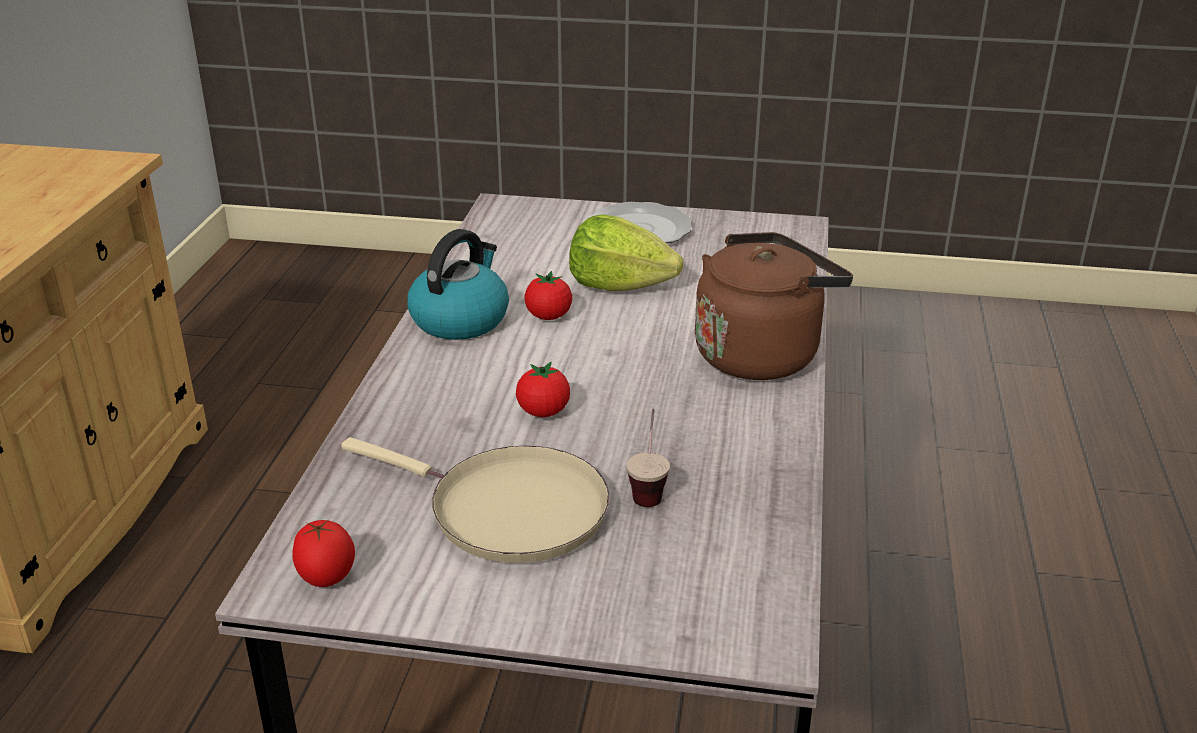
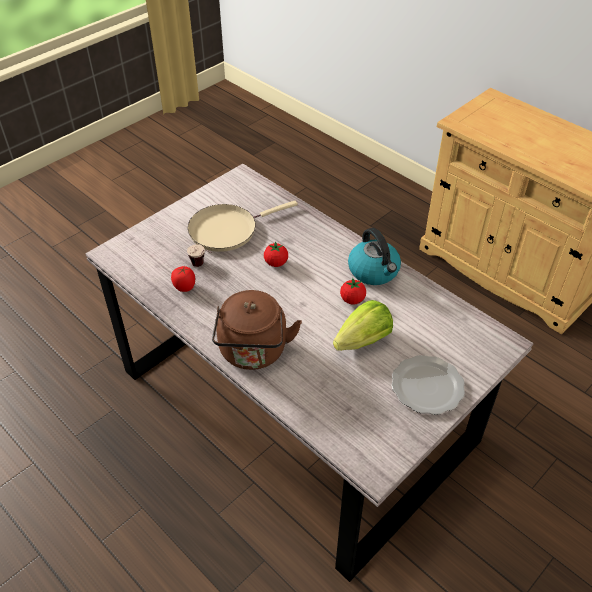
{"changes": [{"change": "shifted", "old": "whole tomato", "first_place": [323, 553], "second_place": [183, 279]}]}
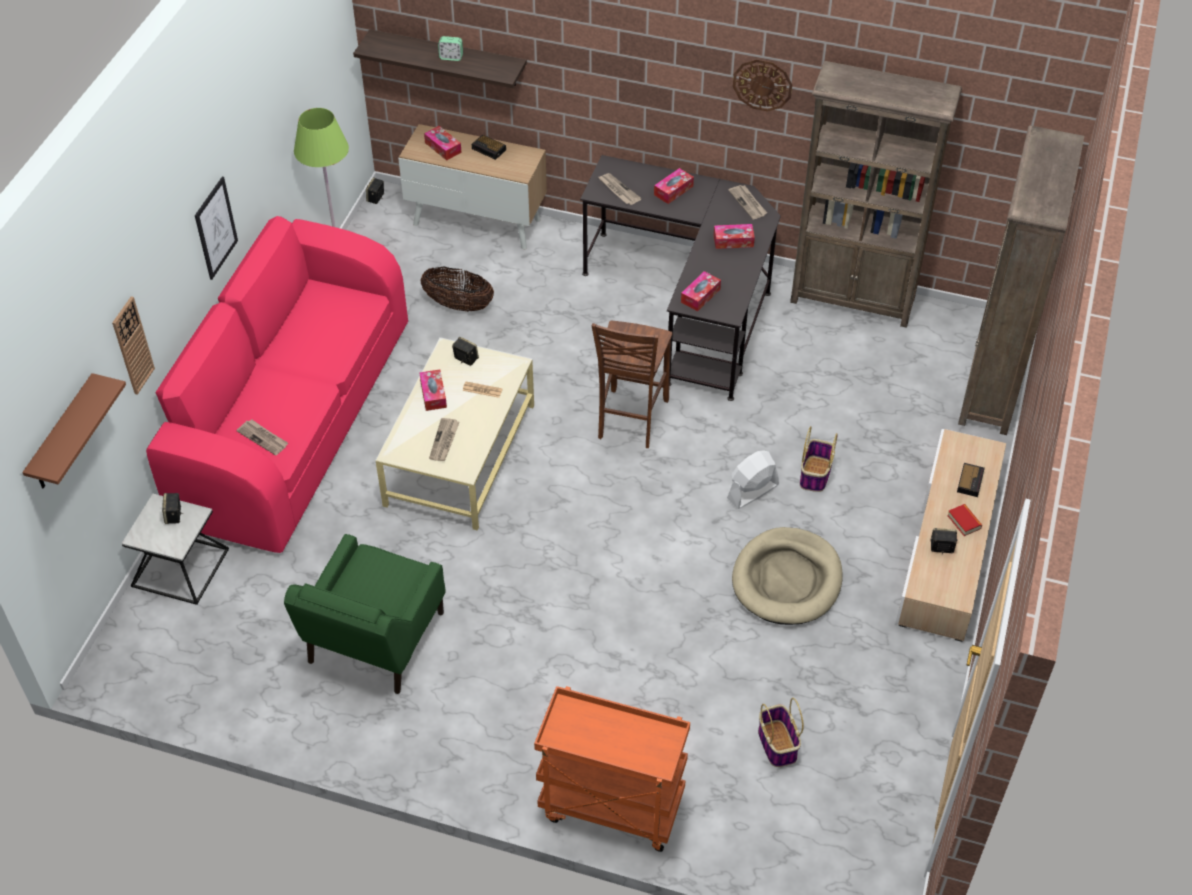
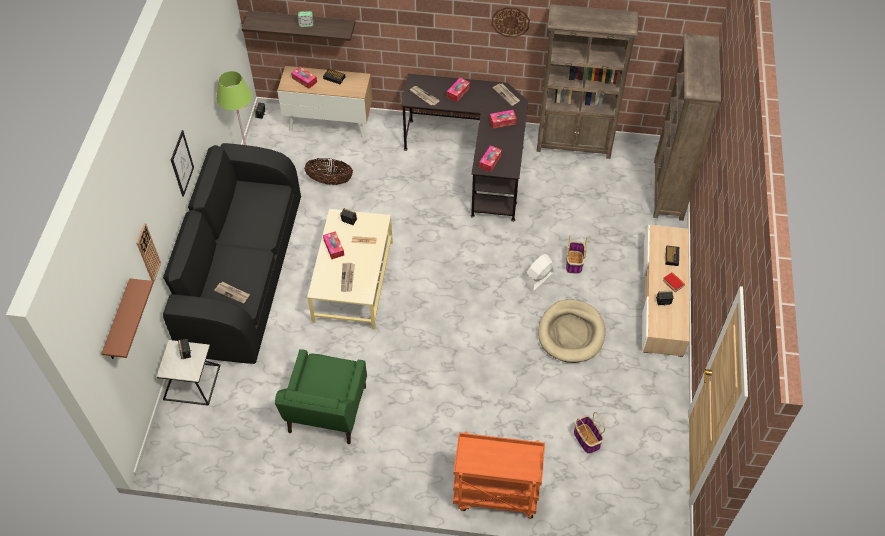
{"changes": [{"change": "gone", "old": "brown-coloured chair", "first_place": [632, 384]}, {"change": "repainted", "old": "pink-coloured settee", "new": "blackish settee", "first_place": [277, 384], "second_place": [232, 253]}]}
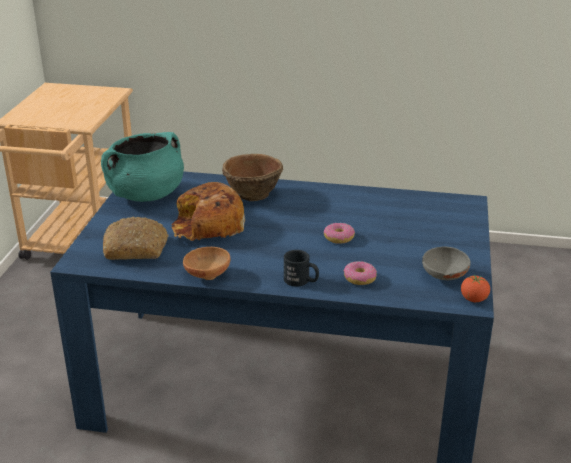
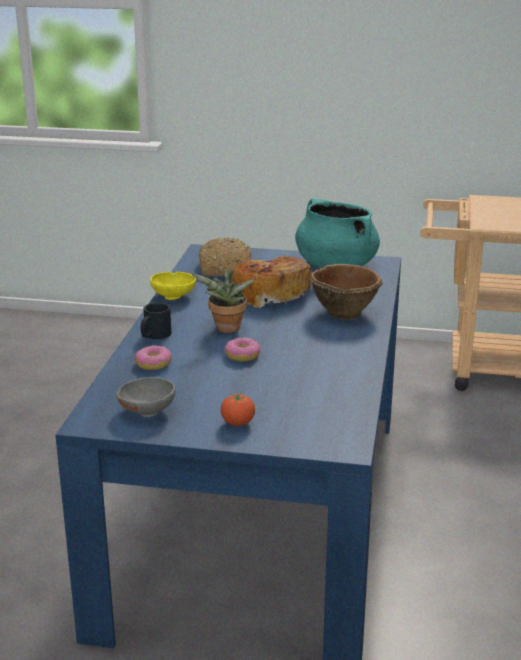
{"changes": [{"change": "new", "new": "plant in a pot", "second_place": [223, 300]}, {"change": "shifted", "old": "whole tomato", "first_place": [475, 288], "second_place": [238, 409]}, {"change": "repainted", "old": "brown-coloured serving bowl", "new": "yellow serving bowl", "first_place": [207, 263], "second_place": [173, 286]}]}
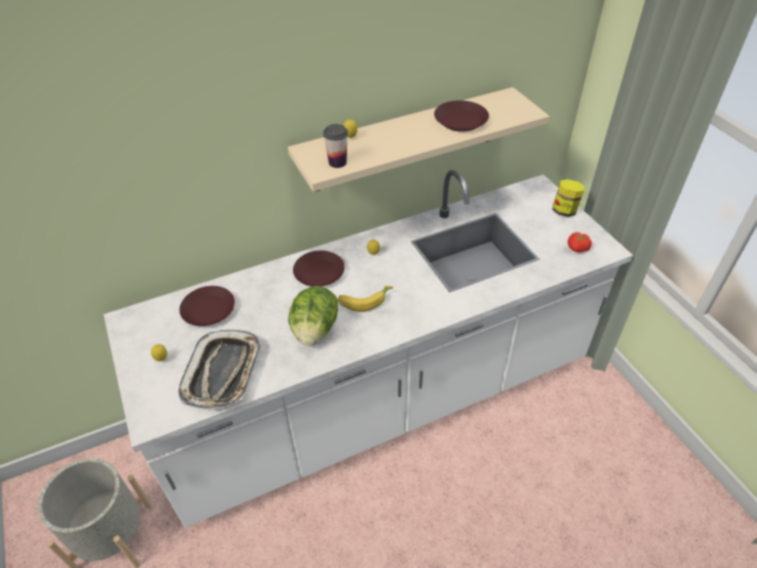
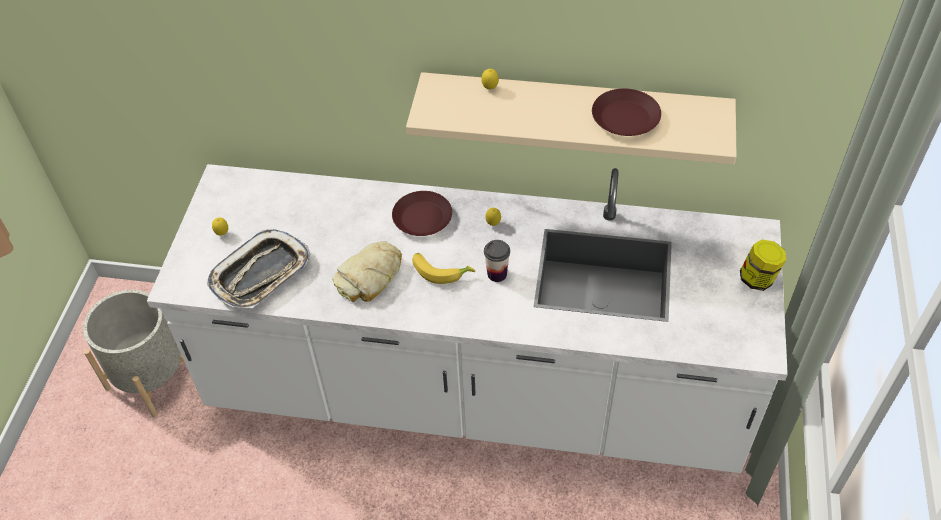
{"changes": [{"change": "gone", "old": "brown-coloured dinner plate", "first_place": [207, 306]}, {"change": "gone", "old": "whole tomato", "first_place": [580, 242]}, {"change": "shifted", "old": "cup", "first_place": [335, 146], "second_place": [497, 261]}, {"change": "swapped", "old": "head of lettuce", "new": "baked bread", "first_place": [313, 316], "second_place": [367, 271]}]}
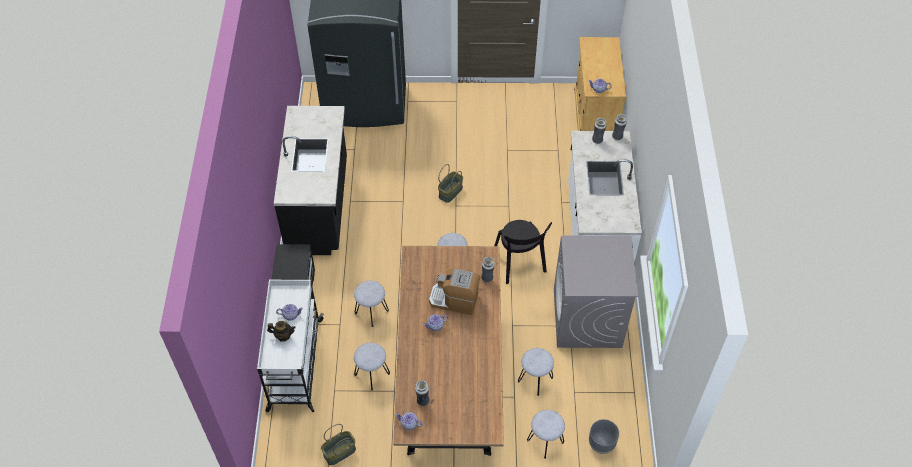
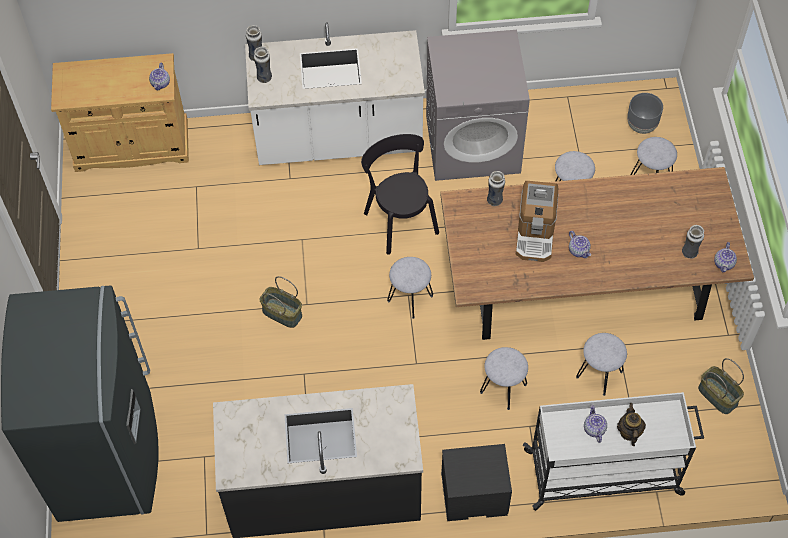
{"changes": [{"change": "rotated", "old": "blackish chair", "first_place": [523, 252], "second_place": [400, 194], "degrees": -90}]}
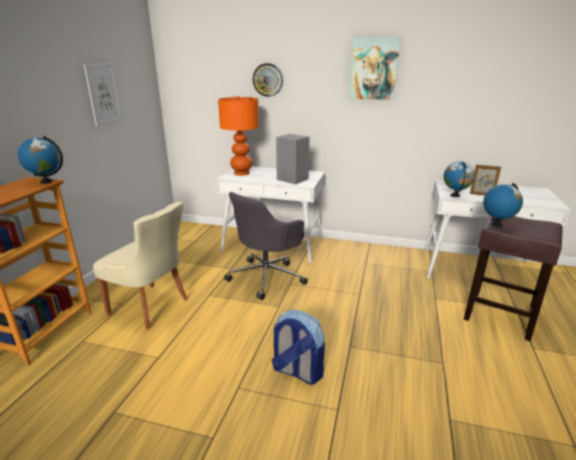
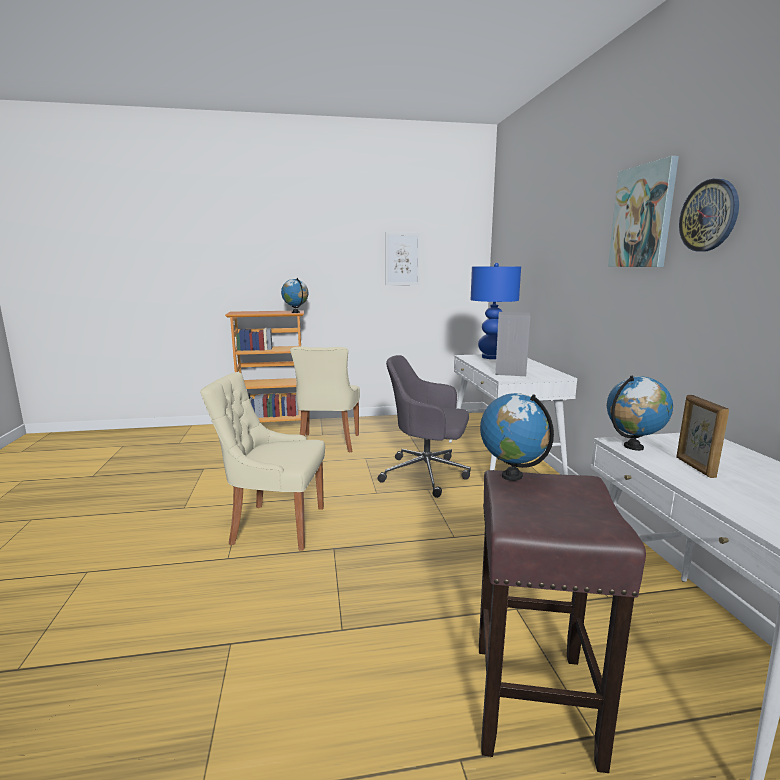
{"changes": [{"change": "shifted", "old": "hanging clock", "first_place": [268, 80], "second_place": [709, 215]}, {"change": "swapped", "old": "backpack", "new": "sand-coloured chair", "first_place": [298, 347], "second_place": [262, 461]}, {"change": "repainted", "old": "orange tabletop lamp", "new": "blue tabletop lamp", "first_place": [238, 135], "second_place": [496, 311]}]}
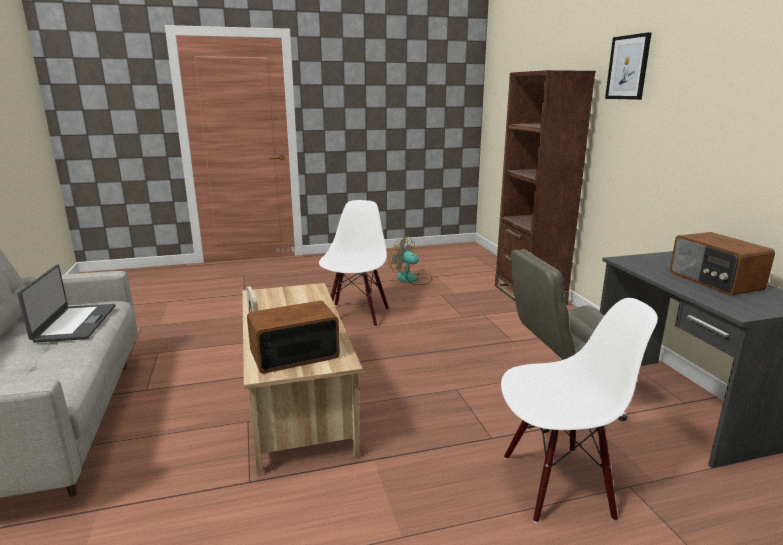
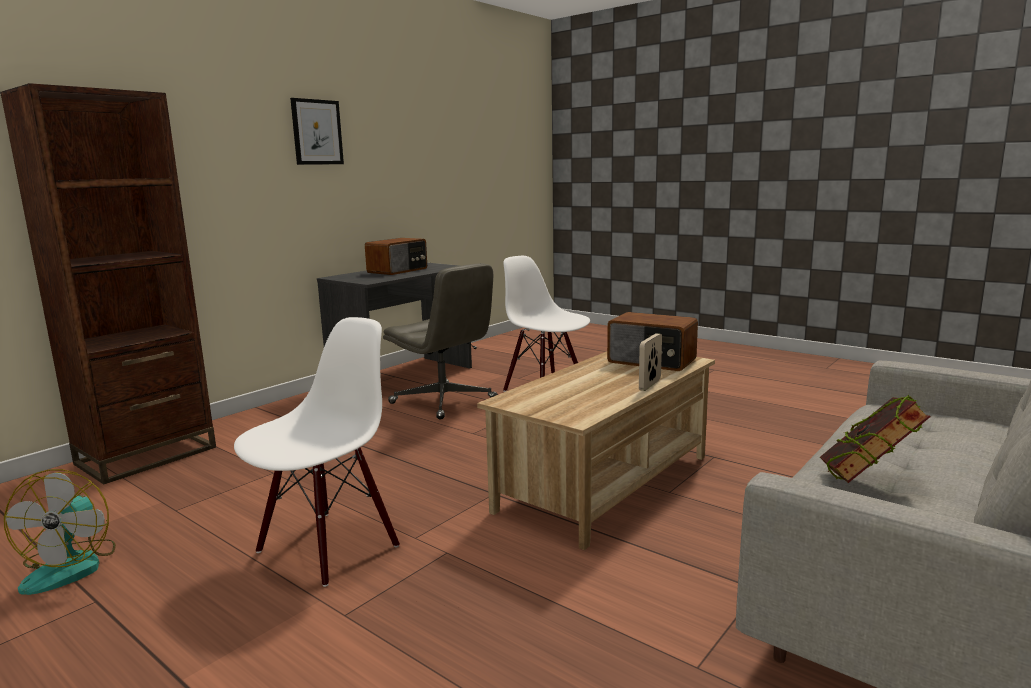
{"changes": [{"change": "shifted", "old": "picture", "first_place": [628, 66], "second_place": [317, 131]}, {"change": "swapped", "old": "laptop", "new": "book", "first_place": [66, 304], "second_place": [875, 439]}, {"change": "rotated", "old": "white-coloured chair", "first_place": [354, 263], "second_place": [317, 452], "degrees": 150}]}
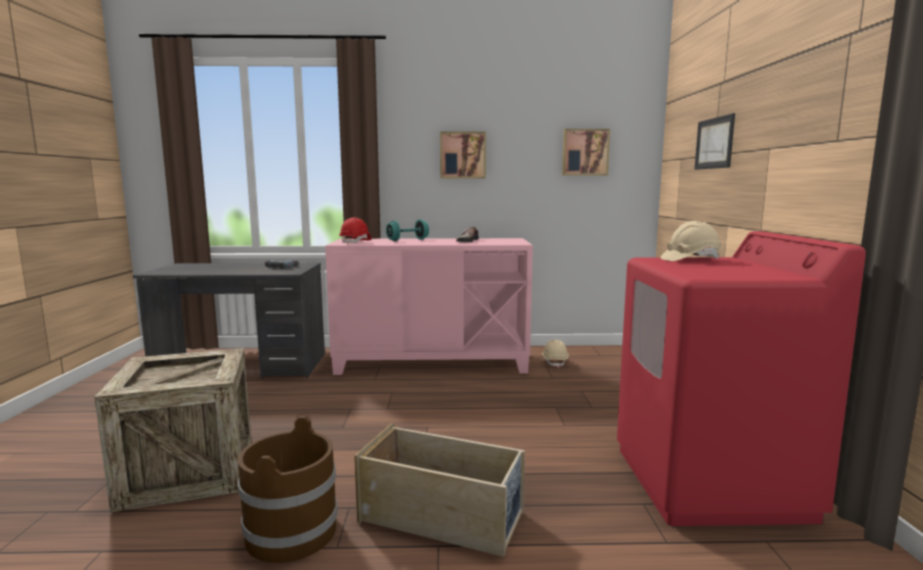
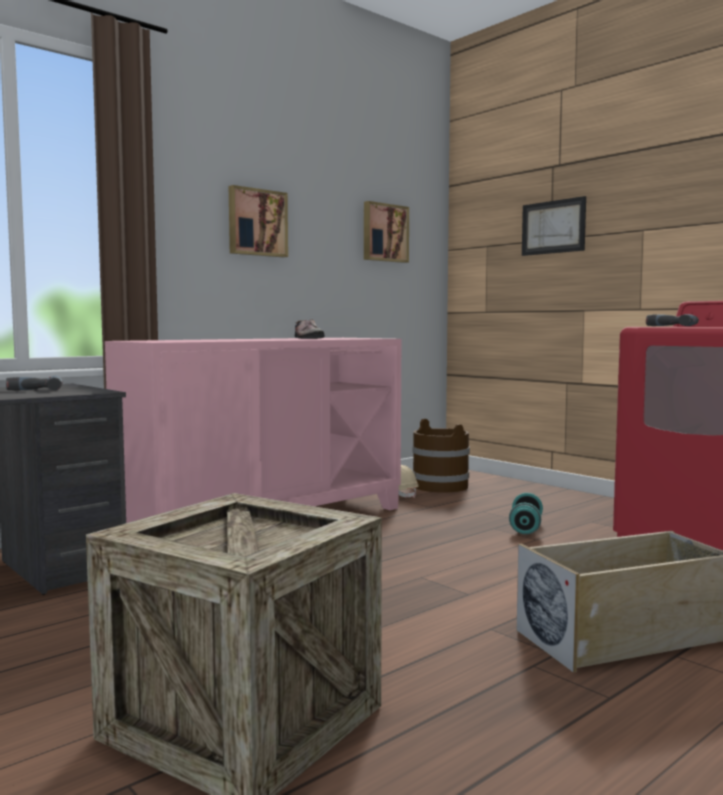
{"changes": [{"change": "gone", "old": "red hard hat", "first_place": [355, 230]}, {"change": "shifted", "old": "brown-coloured water bucket", "first_place": [288, 489], "second_place": [441, 456]}, {"change": "shifted", "old": "turquoise-coloured dumbbell", "first_place": [407, 230], "second_place": [526, 513]}, {"change": "swapped", "old": "sand-coloured hard hat", "new": "power drill", "first_place": [691, 241], "second_place": [672, 320]}]}
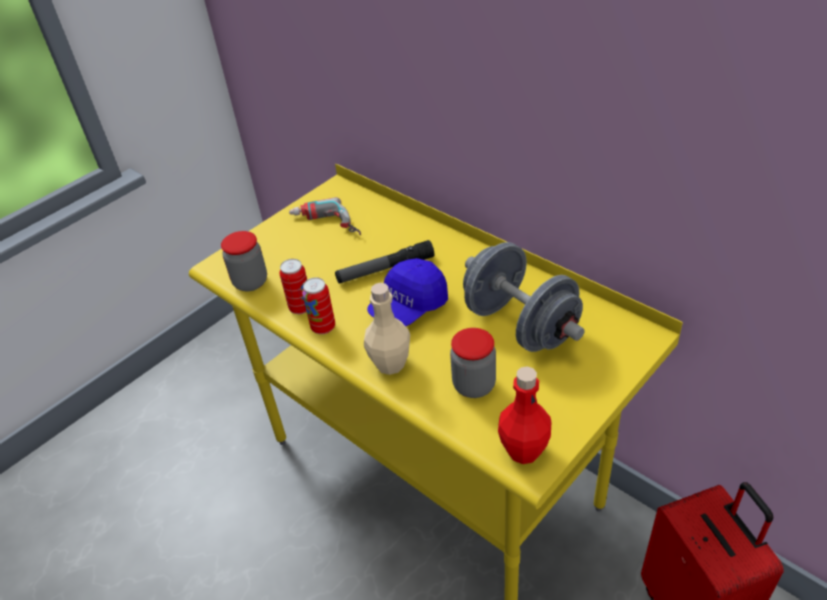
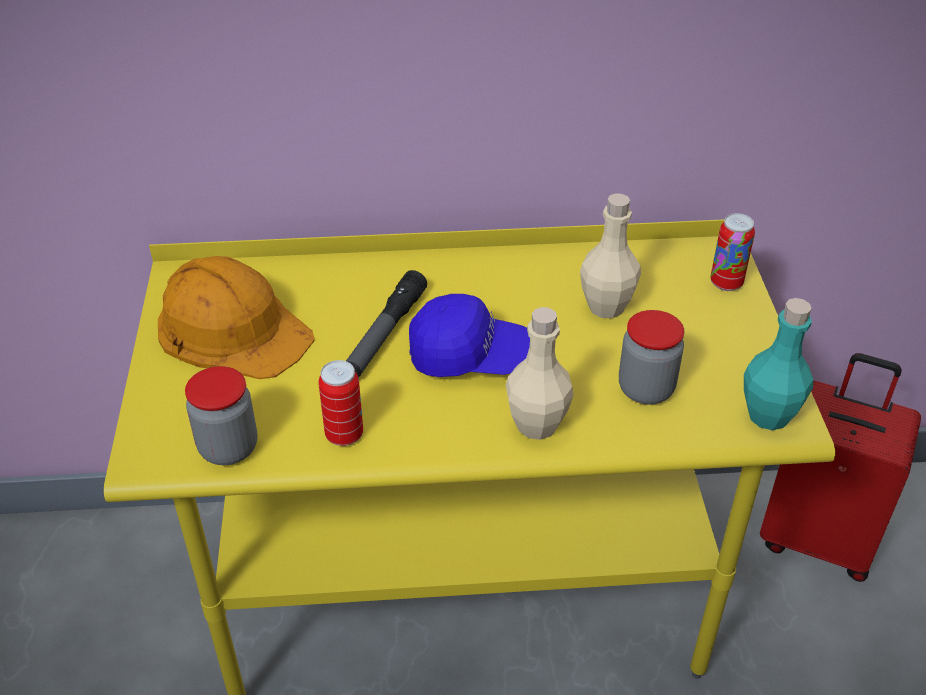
{"changes": [{"change": "shifted", "old": "sealed can", "first_place": [318, 305], "second_place": [732, 252]}, {"change": "swapped", "old": "power drill", "new": "orange hard hat", "first_place": [325, 216], "second_place": [236, 317]}, {"change": "swapped", "old": "greyish dumbbell", "new": "sand-coloured drink bottle", "first_place": [524, 297], "second_place": [610, 255]}, {"change": "repainted", "old": "red drink bottle", "new": "turquoise-coloured drink bottle", "first_place": [524, 415], "second_place": [778, 364]}, {"change": "rotated", "old": "blue peaked cap", "first_place": [407, 292], "second_place": [469, 335], "degrees": -75}]}
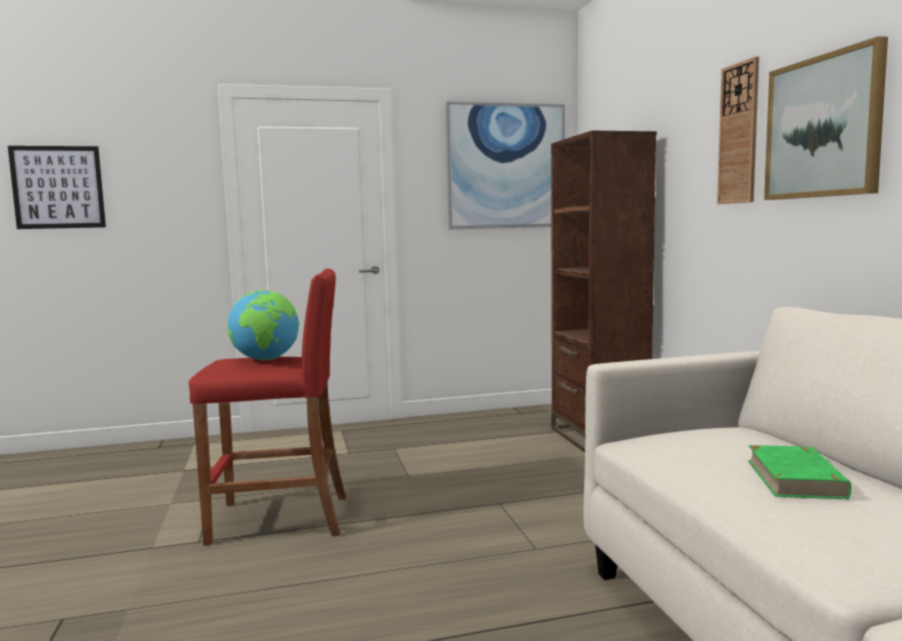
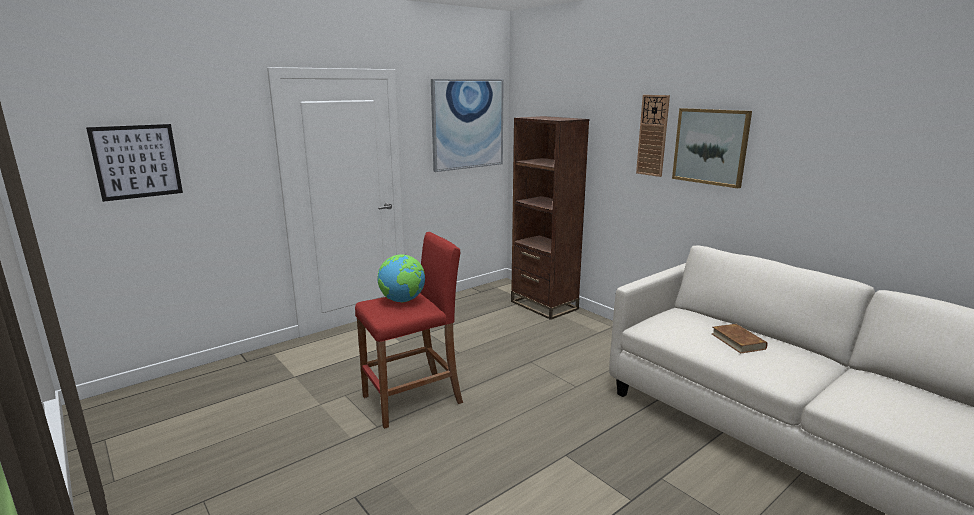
{"changes": [{"change": "repainted", "old": "greenish book", "new": "brown-coloured book", "first_place": [799, 472], "second_place": [740, 338]}]}
